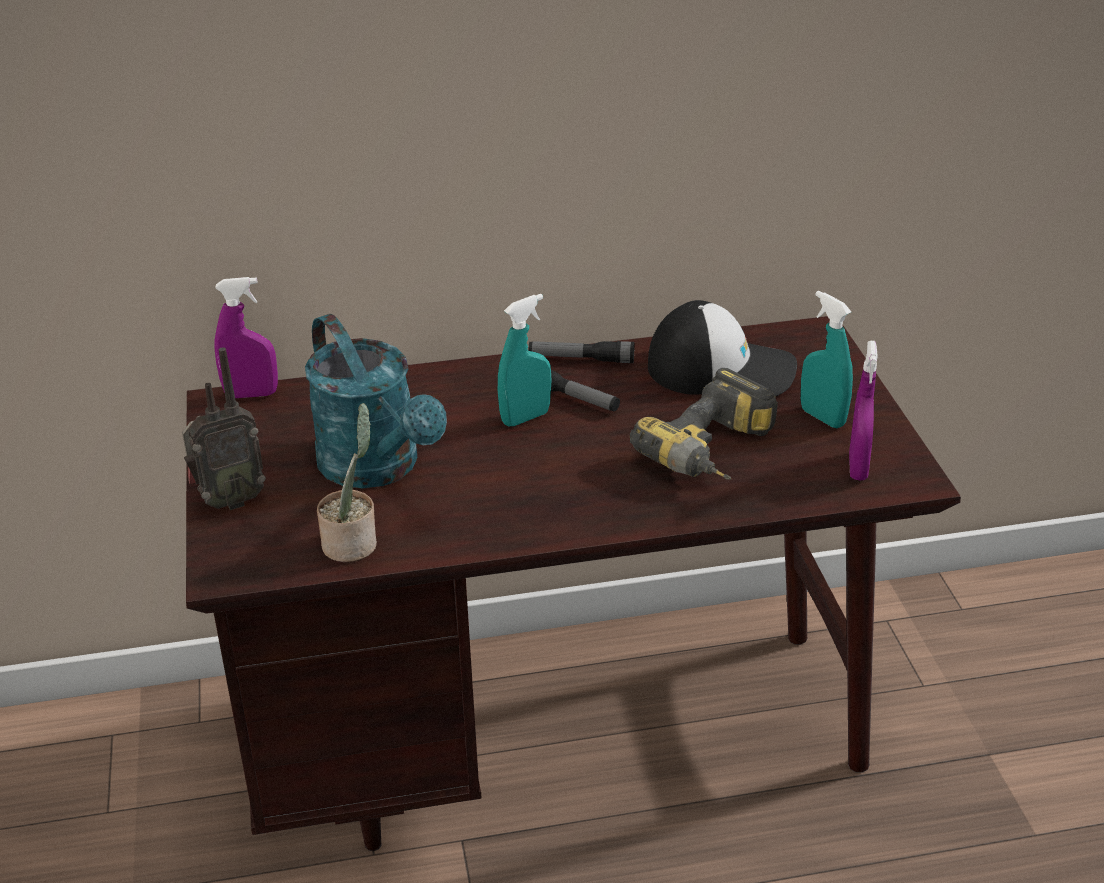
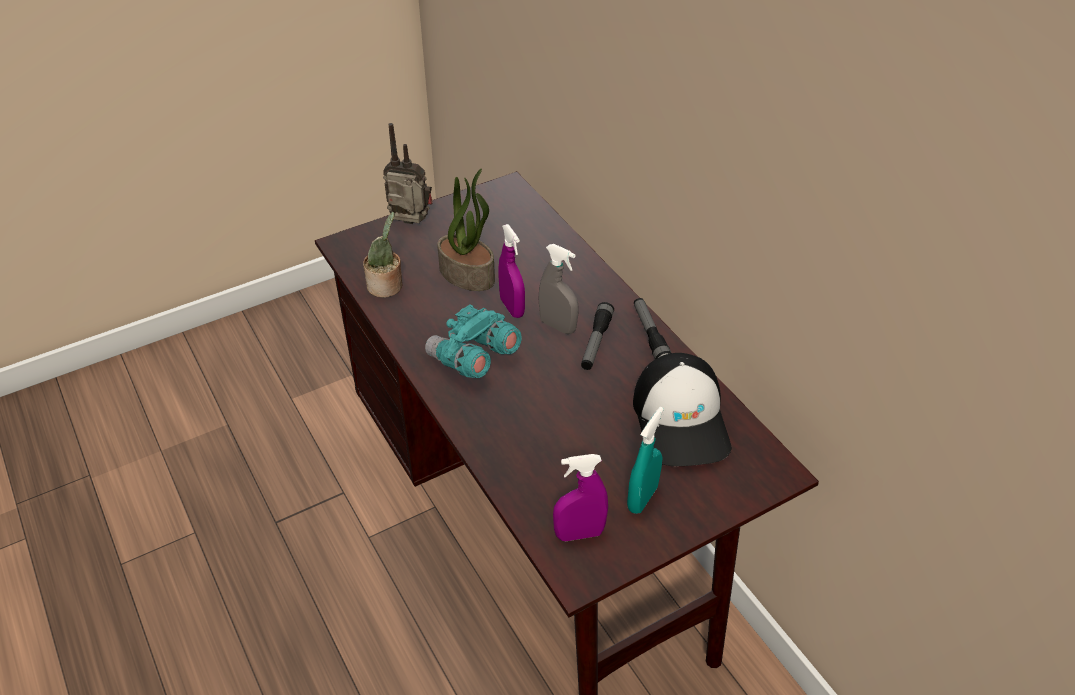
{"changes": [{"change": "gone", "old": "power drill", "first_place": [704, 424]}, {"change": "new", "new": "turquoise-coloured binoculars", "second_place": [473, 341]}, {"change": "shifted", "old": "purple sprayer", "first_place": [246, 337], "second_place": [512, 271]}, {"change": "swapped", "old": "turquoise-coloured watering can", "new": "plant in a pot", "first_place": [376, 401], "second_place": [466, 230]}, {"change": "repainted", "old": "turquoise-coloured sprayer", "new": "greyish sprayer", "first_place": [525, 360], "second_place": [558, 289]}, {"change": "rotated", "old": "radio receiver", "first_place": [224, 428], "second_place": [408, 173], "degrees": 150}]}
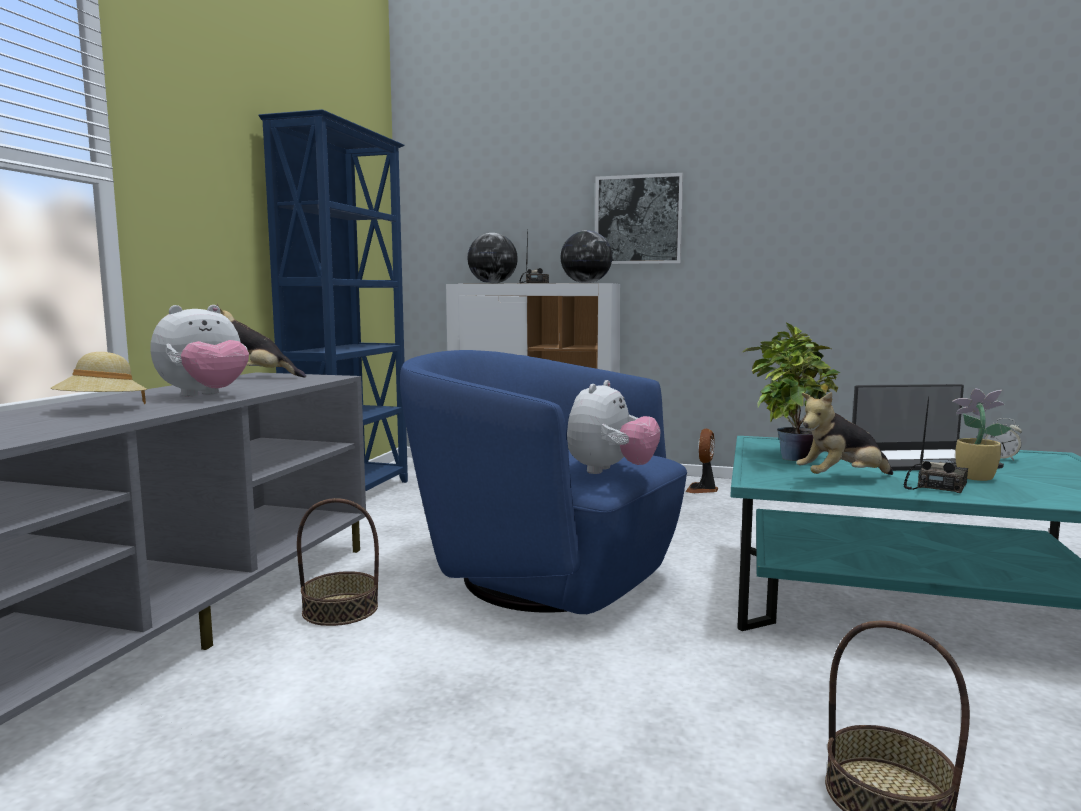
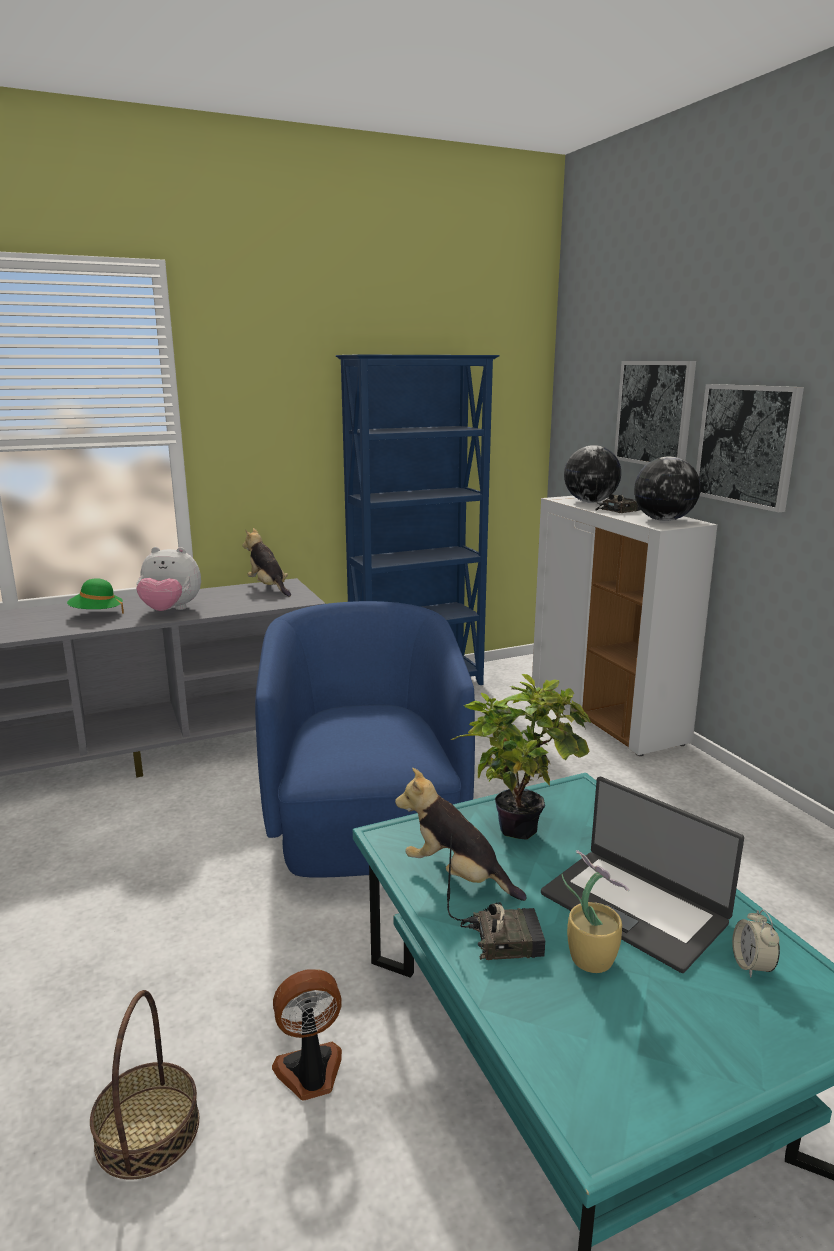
{"changes": [{"change": "gone", "old": "household basket", "first_place": [338, 562]}, {"change": "gone", "old": "plush toy", "first_place": [614, 427]}, {"change": "new", "new": "picture", "second_place": [655, 413]}, {"change": "shifted", "old": "cooling fan", "first_place": [702, 461], "second_place": [307, 1035]}, {"change": "repainted", "old": "sand-coloured wearable hat", "new": "greenish wearable hat", "first_place": [99, 378], "second_place": [95, 596]}]}
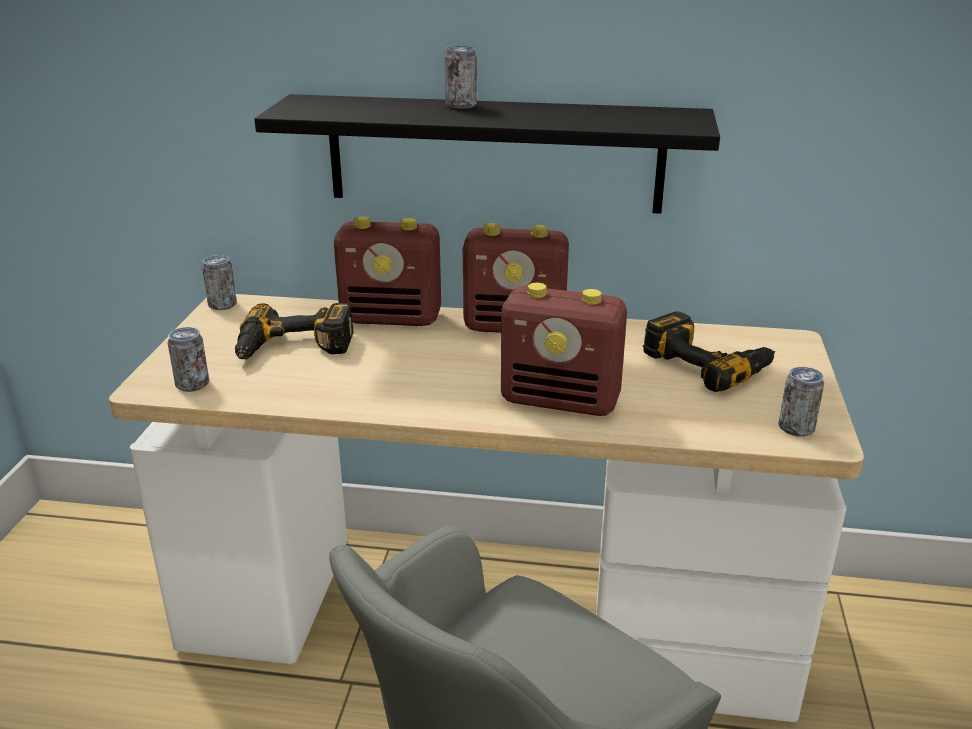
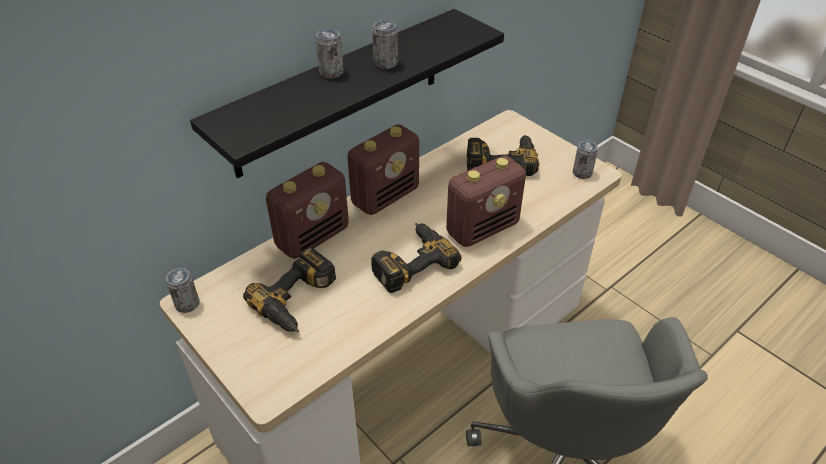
{"changes": [{"change": "new", "new": "power drill", "second_place": [416, 258]}, {"change": "shifted", "old": "sealed can", "first_place": [188, 359], "second_place": [385, 44]}]}
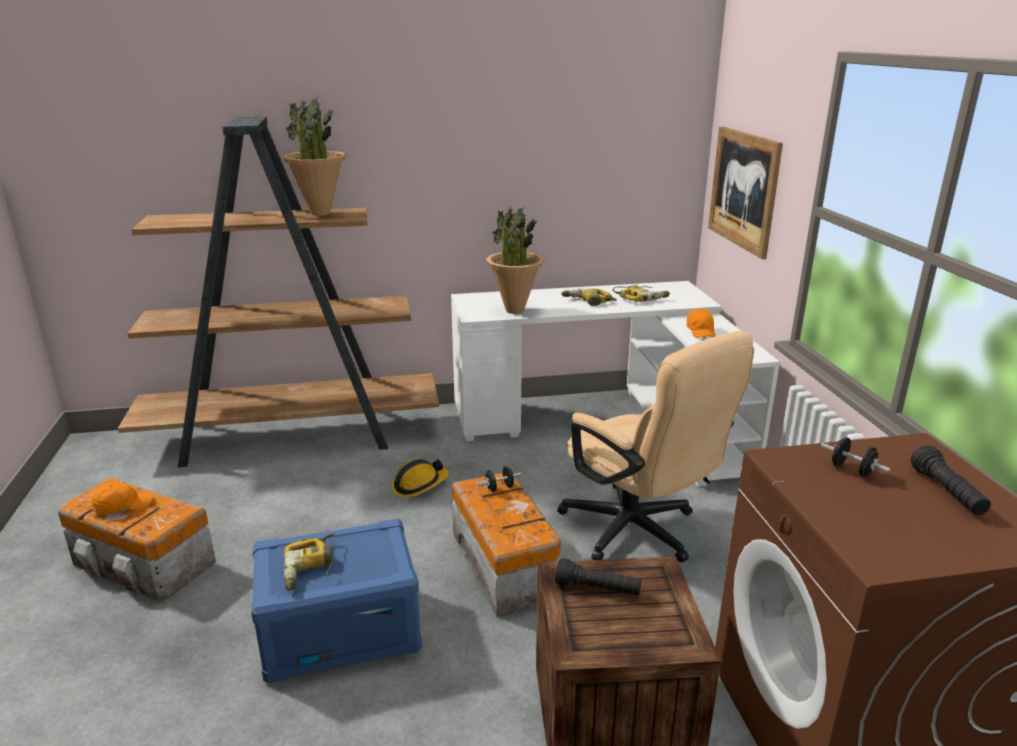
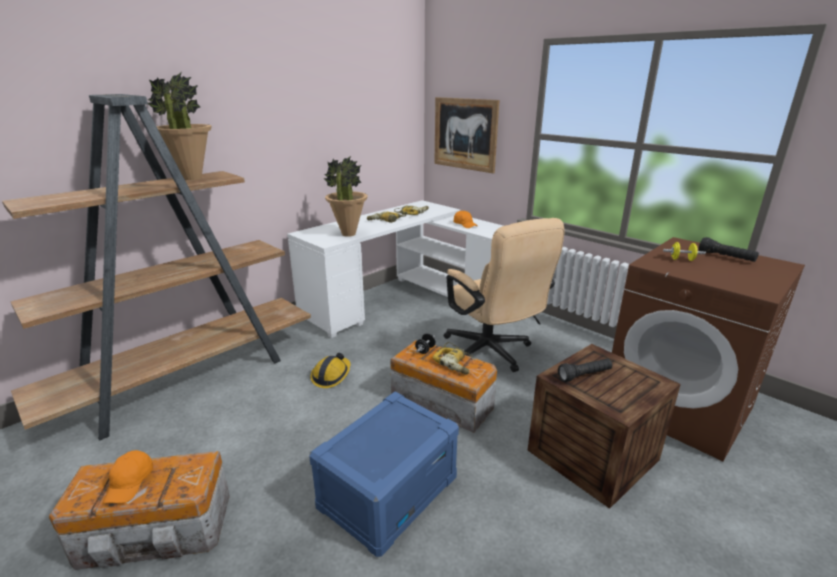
{"changes": [{"change": "shifted", "old": "power drill", "first_place": [309, 561], "second_place": [454, 358]}, {"change": "repainted", "old": "blackish dumbbell", "new": "yellow dumbbell", "first_place": [856, 457], "second_place": [684, 251]}, {"change": "rotated", "old": "orange peaked cap", "first_place": [122, 498], "second_place": [127, 476], "degrees": 150}, {"change": "rotated", "old": "sand-coloured computer chair", "first_place": [655, 446], "second_place": [504, 295], "degrees": 45}]}
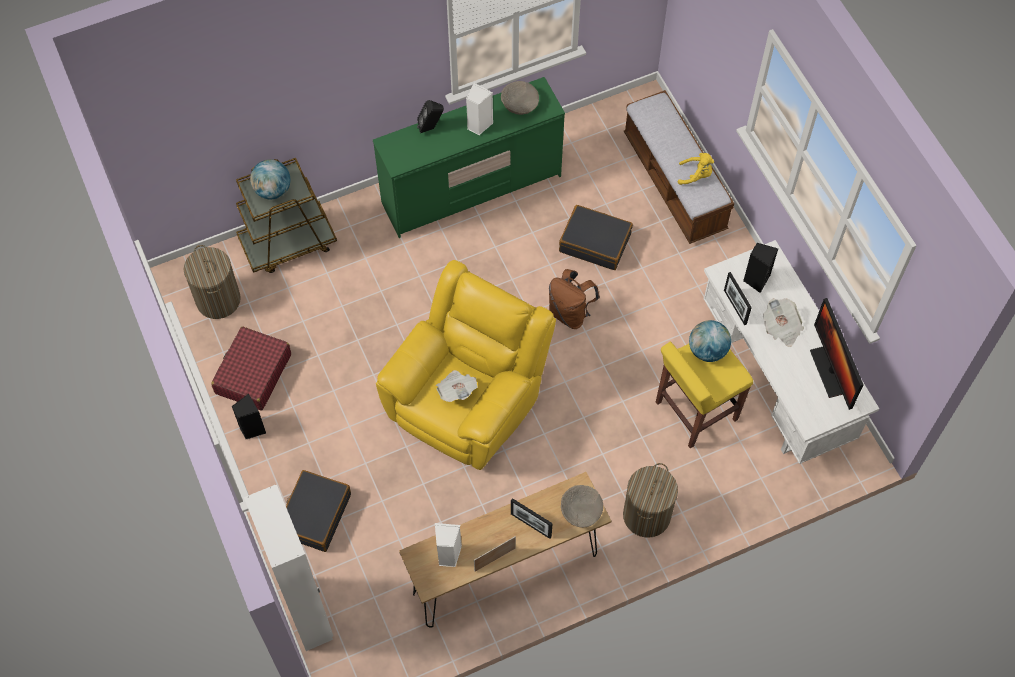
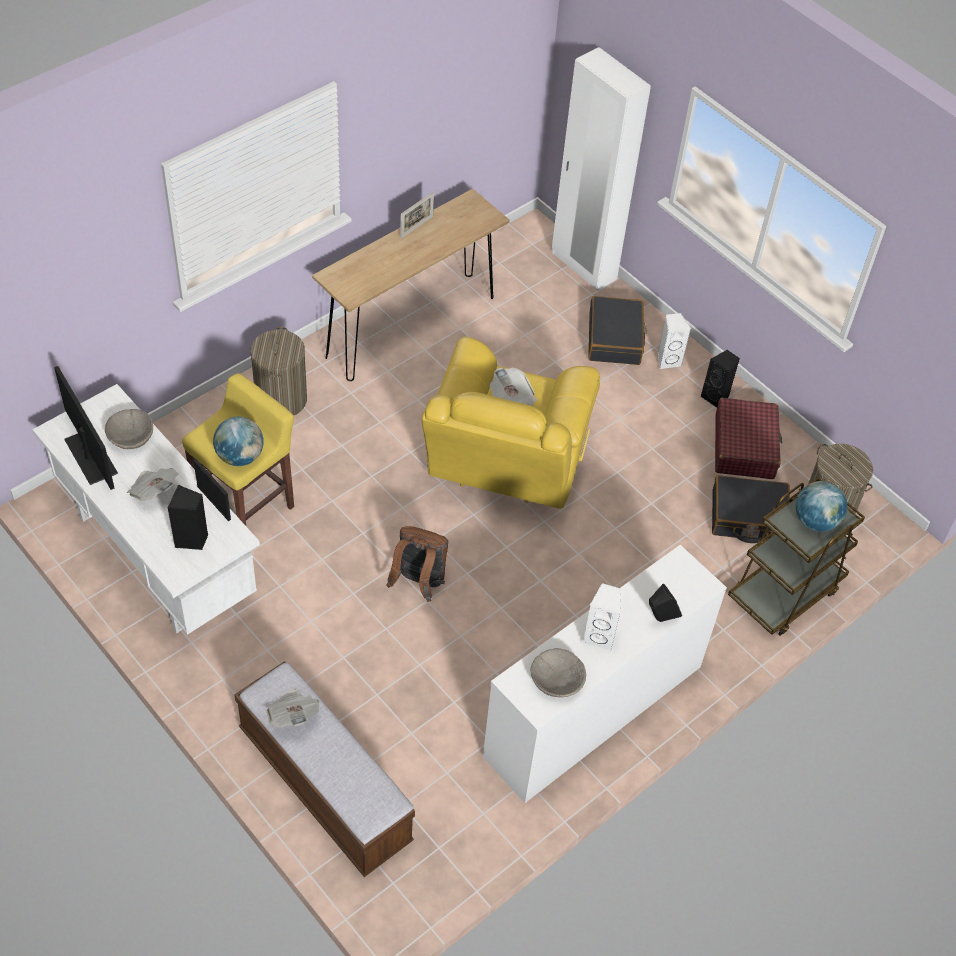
{"changes": [{"change": "gone", "old": "photo frame", "first_place": [532, 518]}, {"change": "shifted", "old": "white-coloured loudspeaker", "first_place": [448, 545], "second_place": [674, 341]}, {"change": "shifted", "old": "blackish piece of luggage", "first_place": [596, 237], "second_place": [751, 509]}, {"change": "shifted", "old": "sand-coloured serving bowl", "first_place": [582, 506], "second_place": [129, 429]}, {"change": "swapped", "old": "yellow plush toy", "new": "daily paper", "first_place": [696, 169], "second_place": [292, 708]}, {"change": "repainted", "old": "greenish dresser", "new": "white-coloured dresser", "first_place": [469, 157], "second_place": [605, 674]}]}
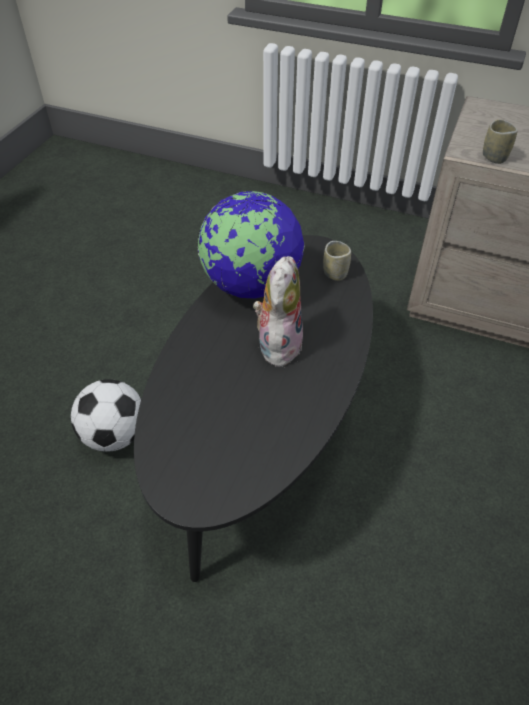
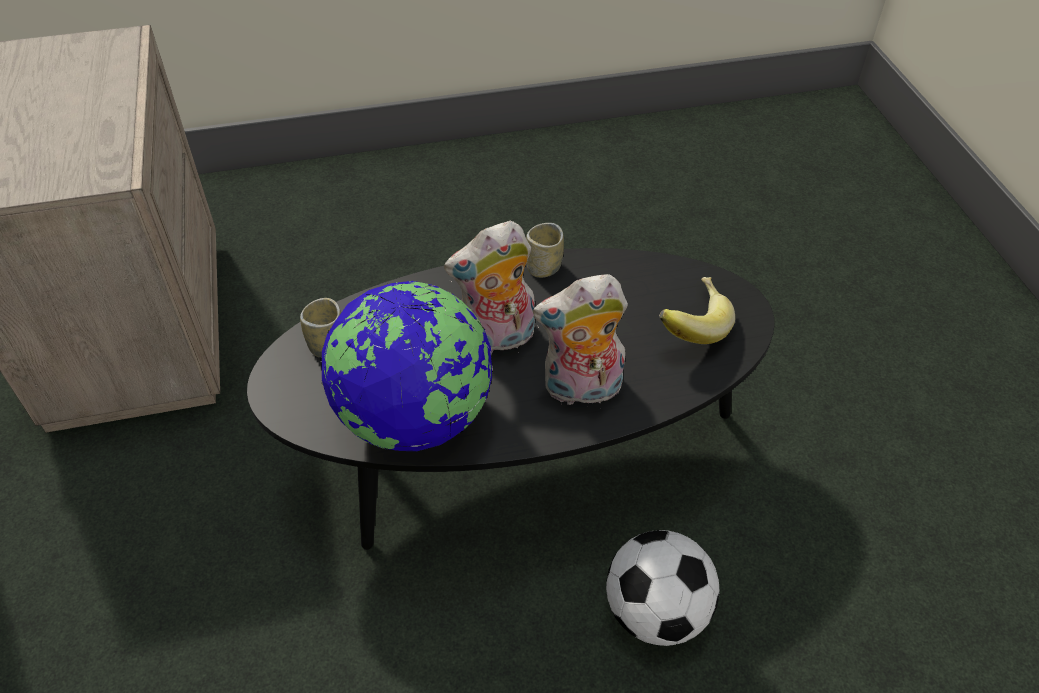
{"changes": [{"change": "new", "new": "plush toy", "second_place": [580, 341]}, {"change": "new", "new": "whole banana", "second_place": [697, 310]}, {"change": "shifted", "old": "cup", "first_place": [500, 141], "second_place": [545, 250]}]}
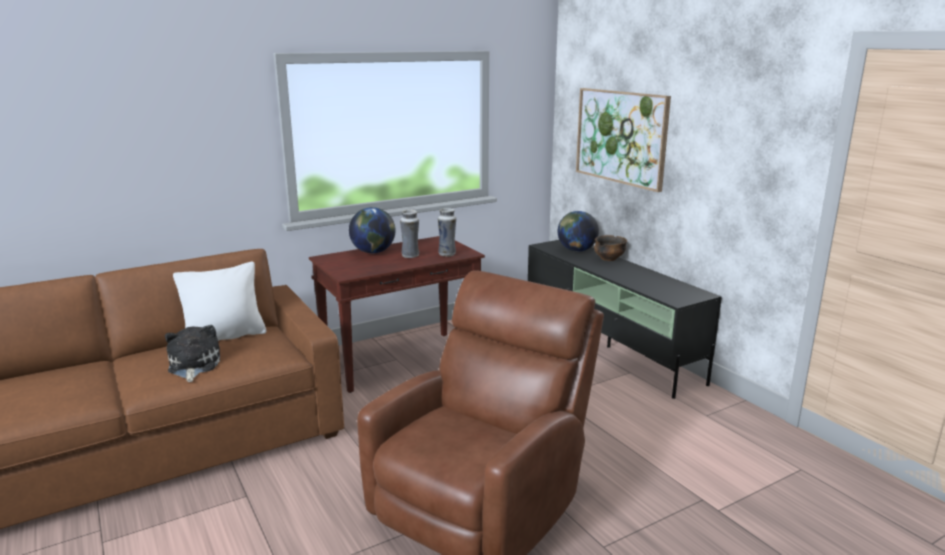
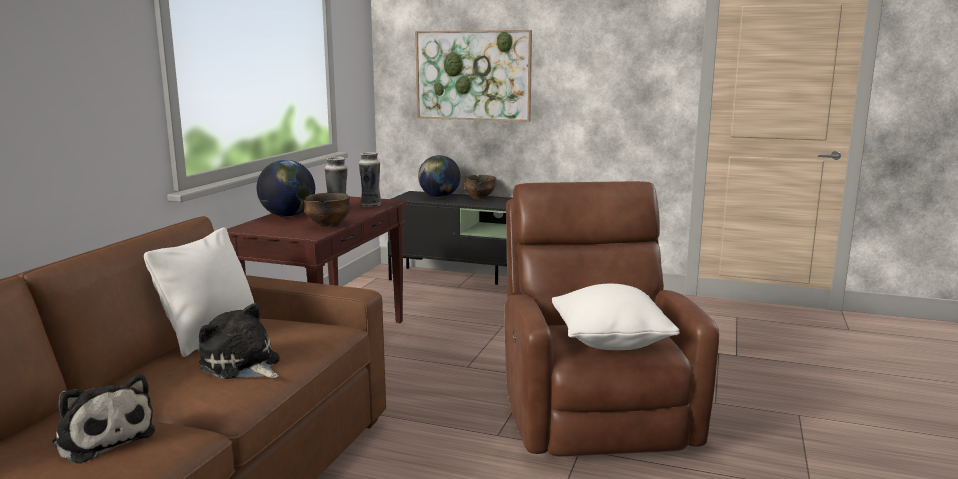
{"changes": [{"change": "new", "new": "plush toy", "second_place": [103, 419]}, {"change": "new", "new": "serving bowl", "second_place": [327, 210]}, {"change": "new", "new": "white-coloured throw pillow", "second_place": [615, 317]}]}
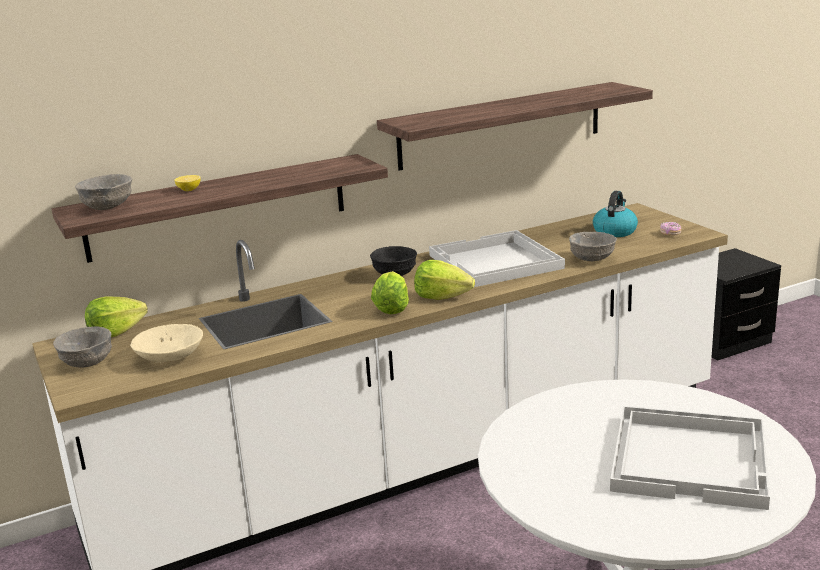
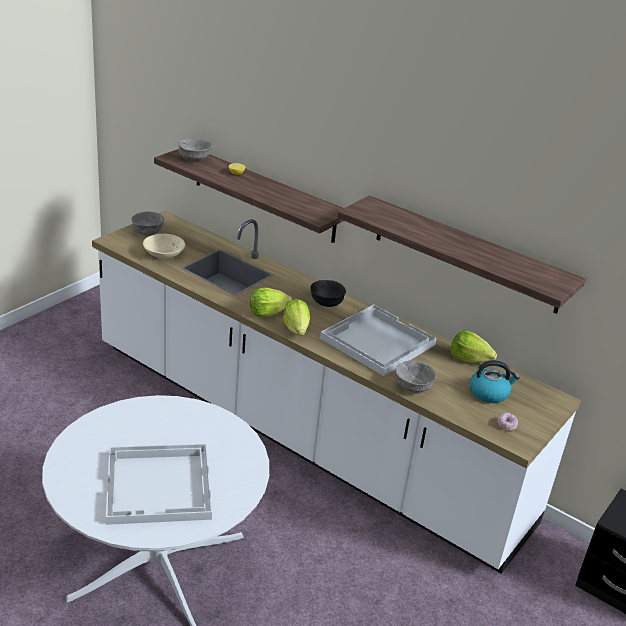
{"changes": [{"change": "shifted", "old": "head of lettuce", "first_place": [116, 316], "second_place": [473, 346]}]}
